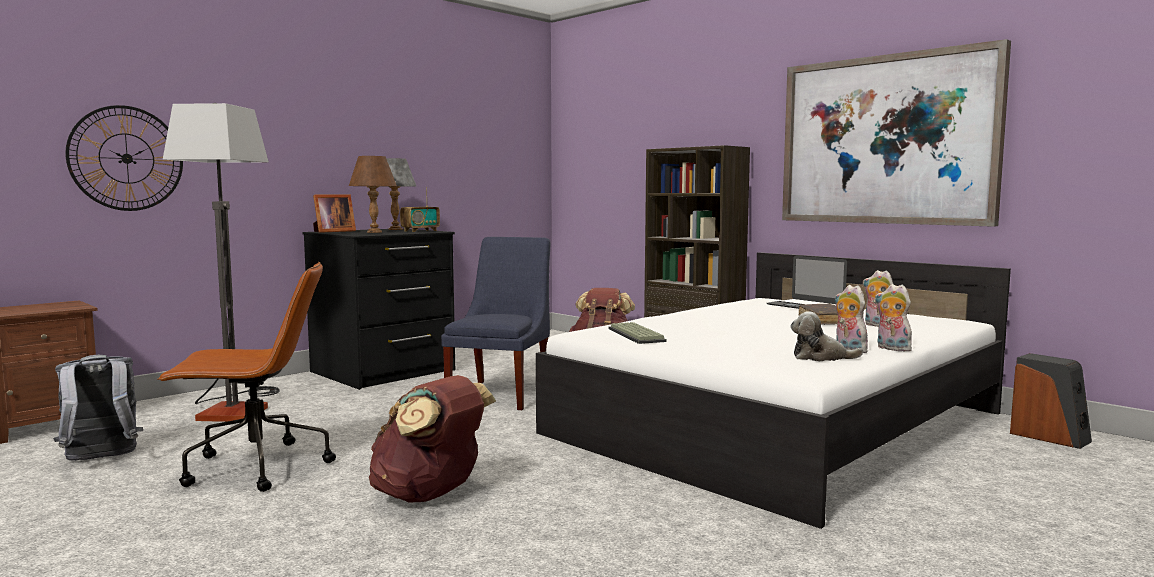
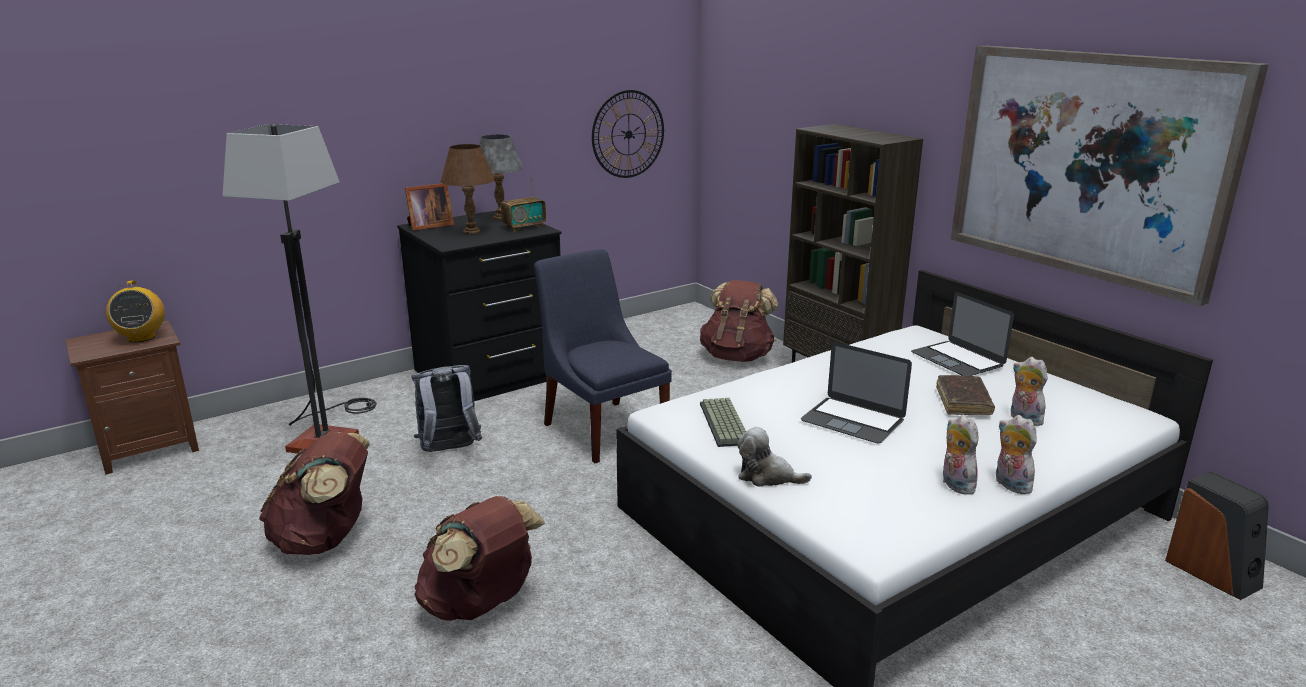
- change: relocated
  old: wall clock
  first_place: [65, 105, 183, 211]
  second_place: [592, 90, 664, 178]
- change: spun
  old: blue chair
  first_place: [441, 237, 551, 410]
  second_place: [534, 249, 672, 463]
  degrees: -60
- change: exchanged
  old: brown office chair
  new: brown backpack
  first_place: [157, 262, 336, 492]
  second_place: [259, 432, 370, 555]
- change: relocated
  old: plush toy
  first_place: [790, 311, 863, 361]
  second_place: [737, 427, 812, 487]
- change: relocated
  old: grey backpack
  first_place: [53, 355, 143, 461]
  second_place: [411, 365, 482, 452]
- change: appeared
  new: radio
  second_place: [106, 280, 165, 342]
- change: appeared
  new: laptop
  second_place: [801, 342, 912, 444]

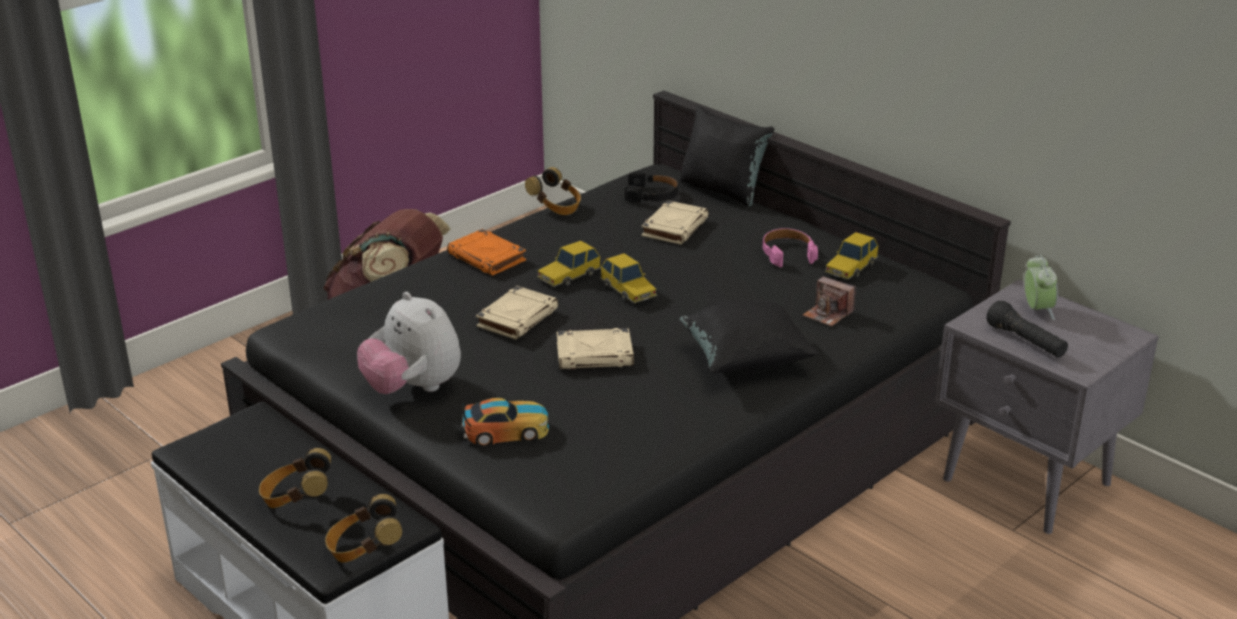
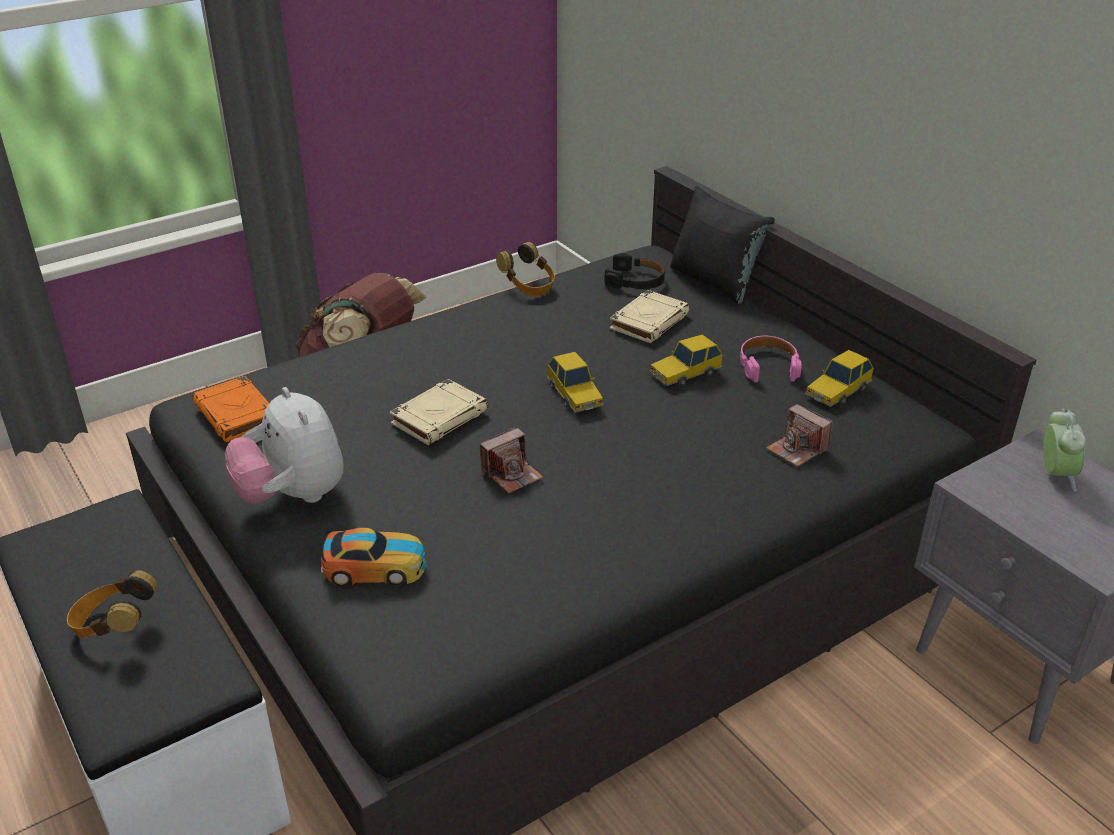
- change: relocated
  old: orange book
  first_place: [447, 229, 526, 276]
  second_place: [192, 376, 269, 442]
- change: relocated
  old: toy car
  first_place: [537, 241, 601, 287]
  second_place: [649, 334, 723, 386]
- change: missing
  old: black pillow
  first_place: [680, 300, 819, 373]
- change: missing
  old: black flashlight
  first_place: [986, 301, 1068, 358]
- change: exchanged
  old: beige book
  new: photo camera
  first_place: [557, 328, 634, 369]
  second_place: [480, 427, 543, 493]
- change: missing
  old: headphones
  first_place: [325, 494, 402, 562]

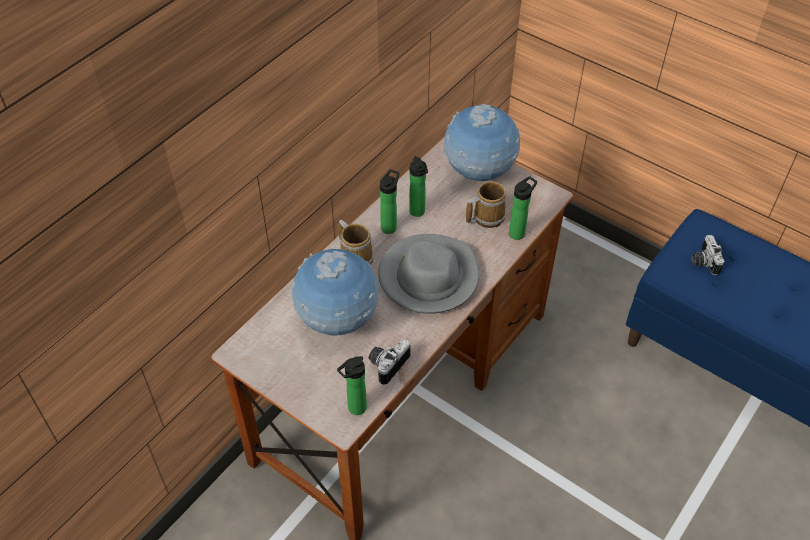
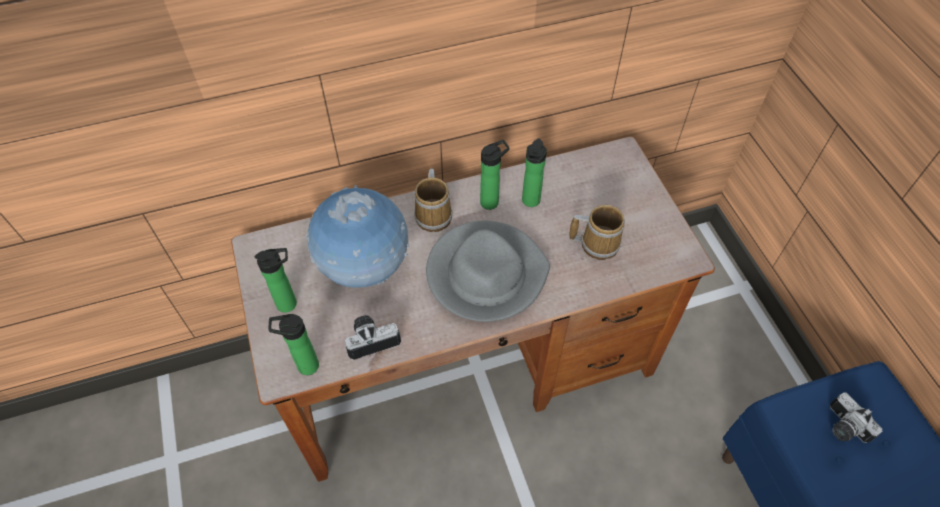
- change: missing
  old: globe
  first_place: [444, 104, 520, 181]
- change: relocated
  old: bottle
  first_place: [509, 176, 537, 240]
  second_place: [254, 248, 297, 313]
- change: spun
  old: photo camera
  first_place: [692, 235, 725, 275]
  second_place: [830, 392, 882, 443]
  degrees: -60

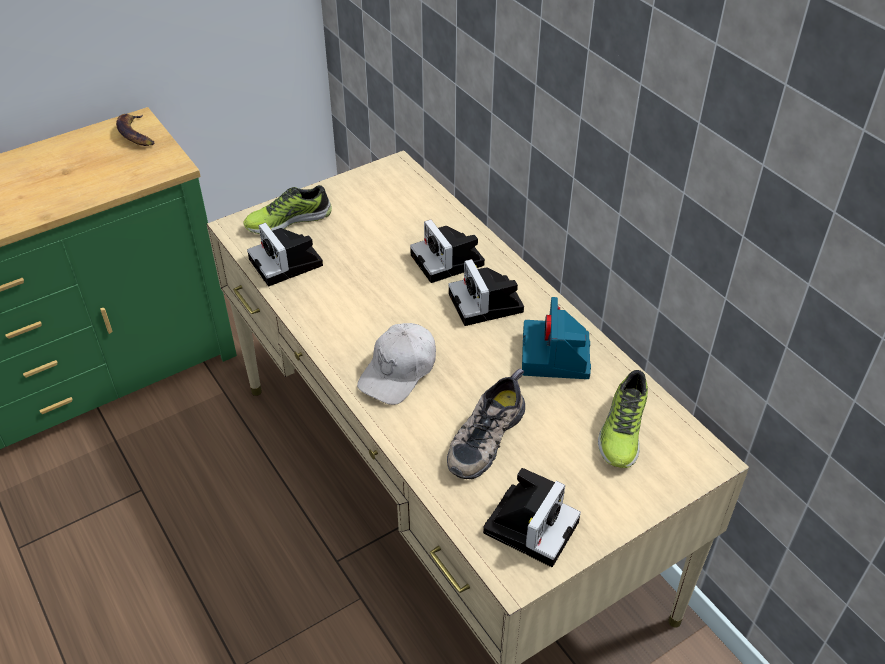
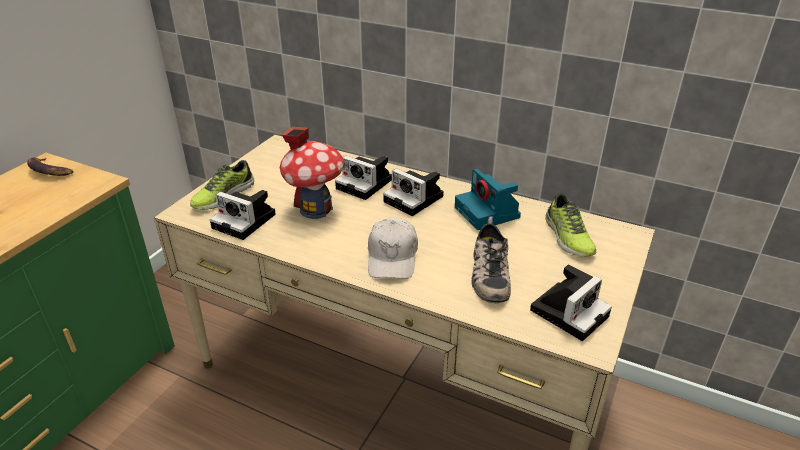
- change: spun
  old: photo camera
  first_place: [483, 468, 581, 567]
  second_place: [530, 264, 612, 341]
  degrees: 45
- change: appeared
  new: toy house
  second_place: [280, 127, 344, 219]

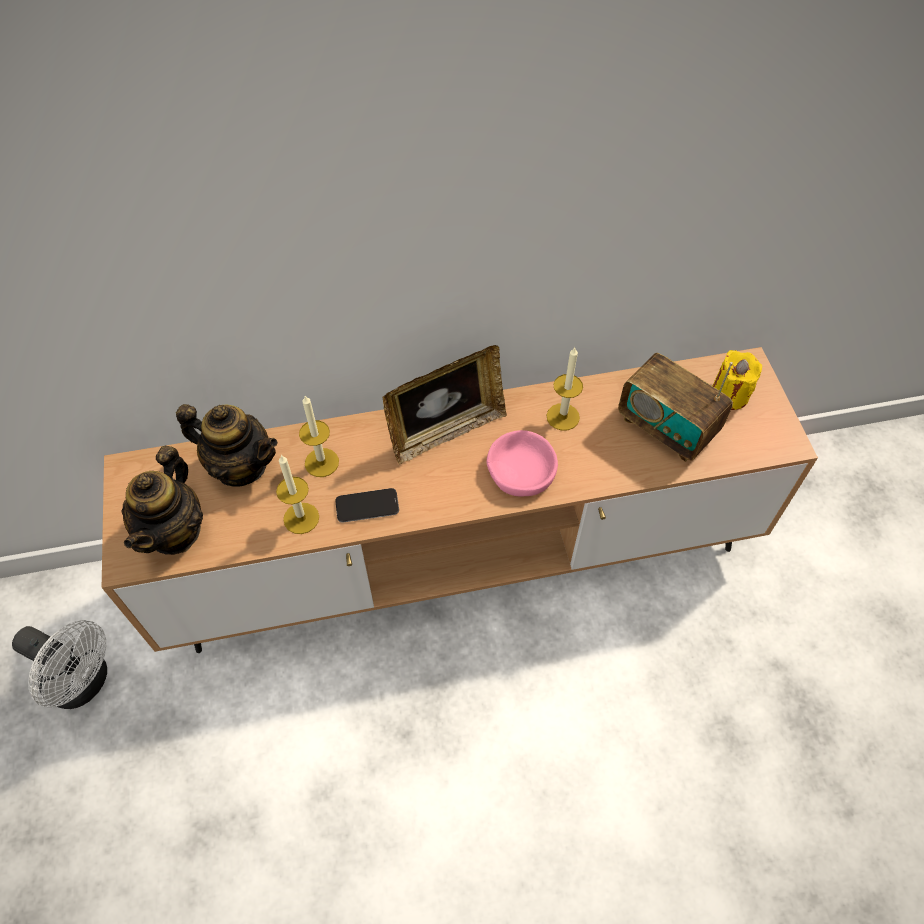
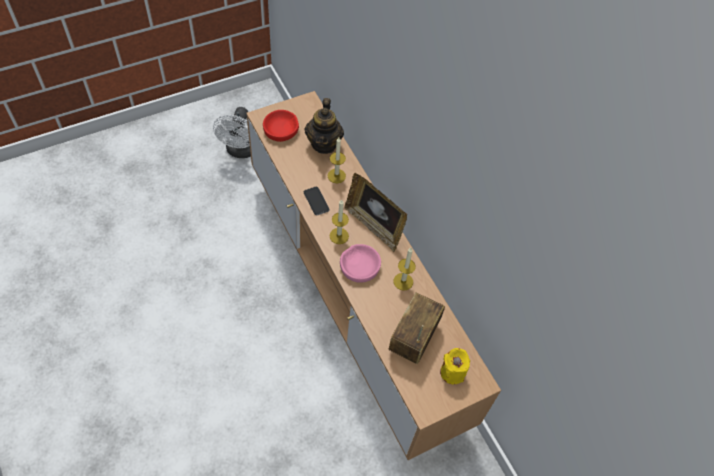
- change: exchanged
  old: teapot
  new: red bowl
  first_place: [121, 446, 203, 555]
  second_place: [263, 110, 299, 142]
- change: relocated
  old: candle
  first_place: [276, 455, 319, 534]
  second_place: [329, 200, 349, 244]

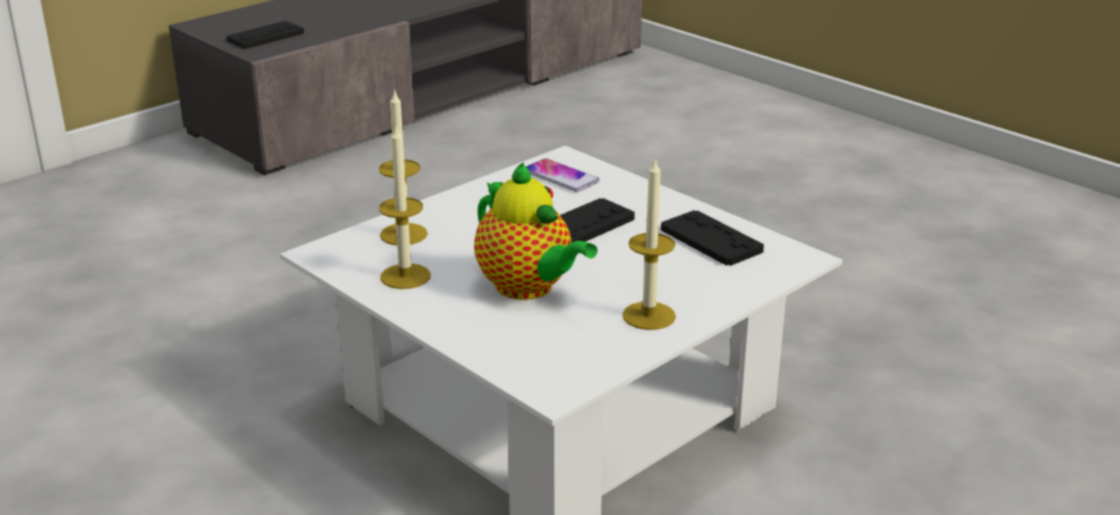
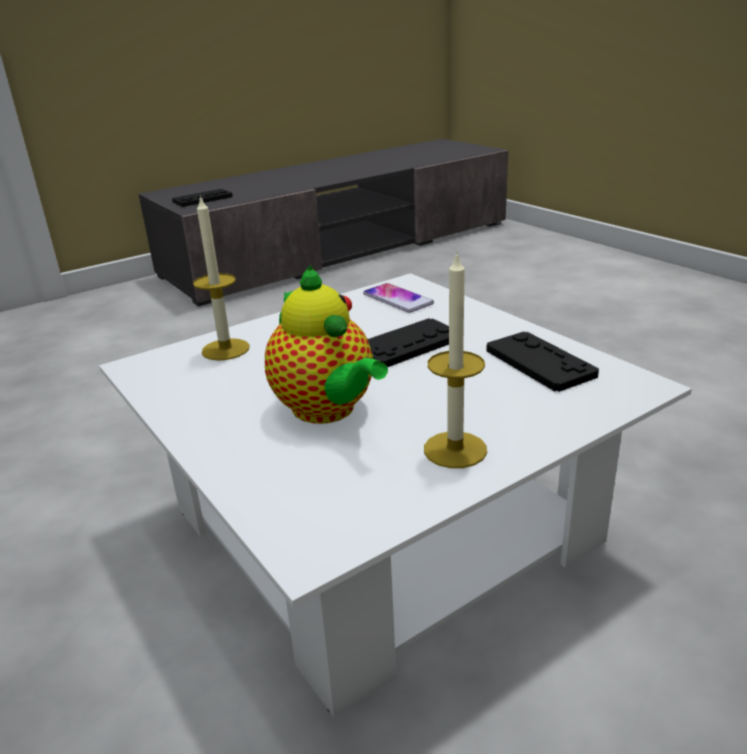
- change: missing
  old: candle
  first_place: [379, 126, 431, 289]

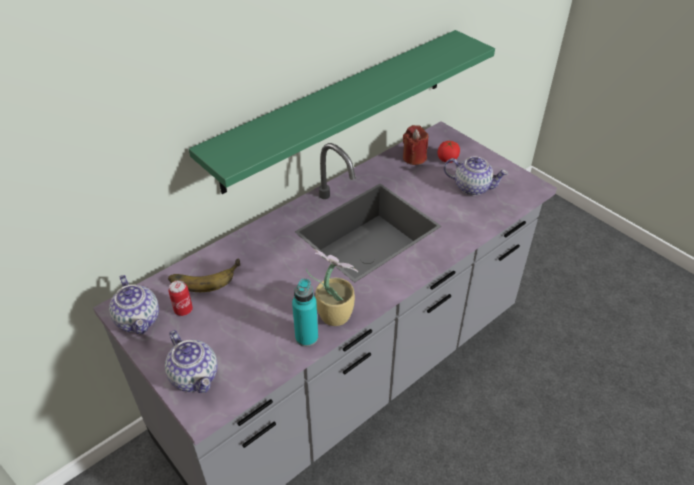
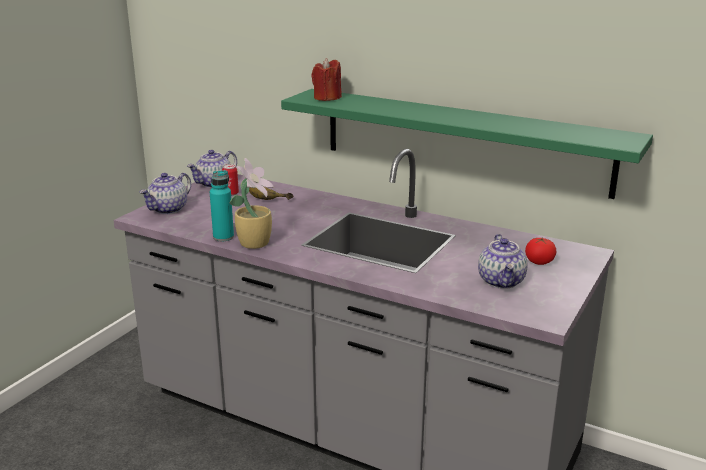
- change: relocated
  old: red candle
  first_place: [403, 125, 428, 165]
  second_place: [311, 58, 342, 101]

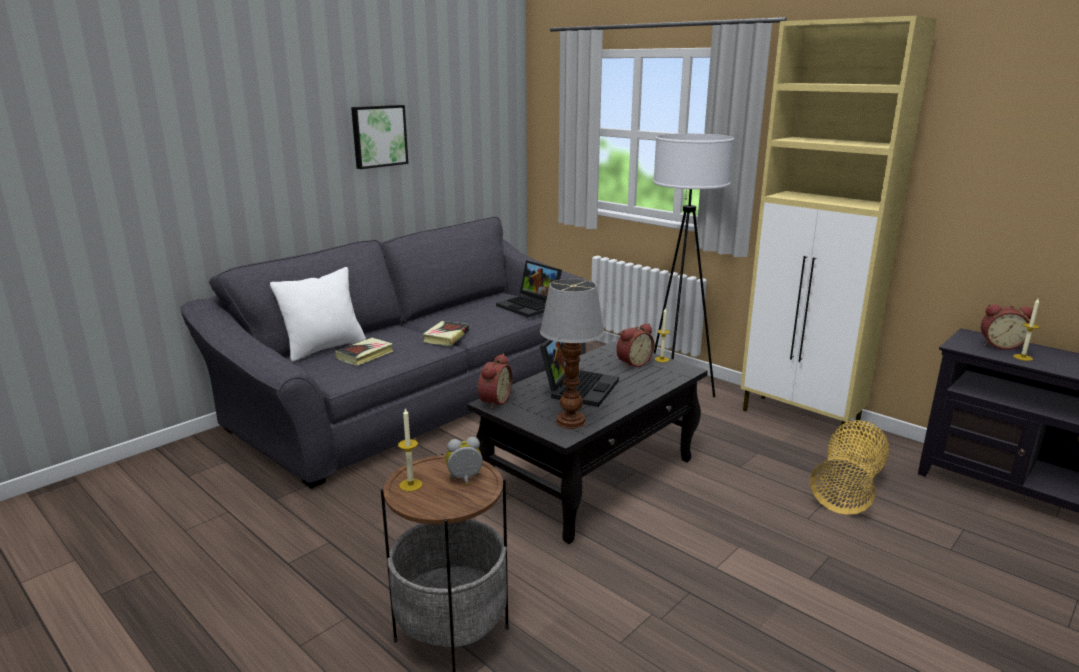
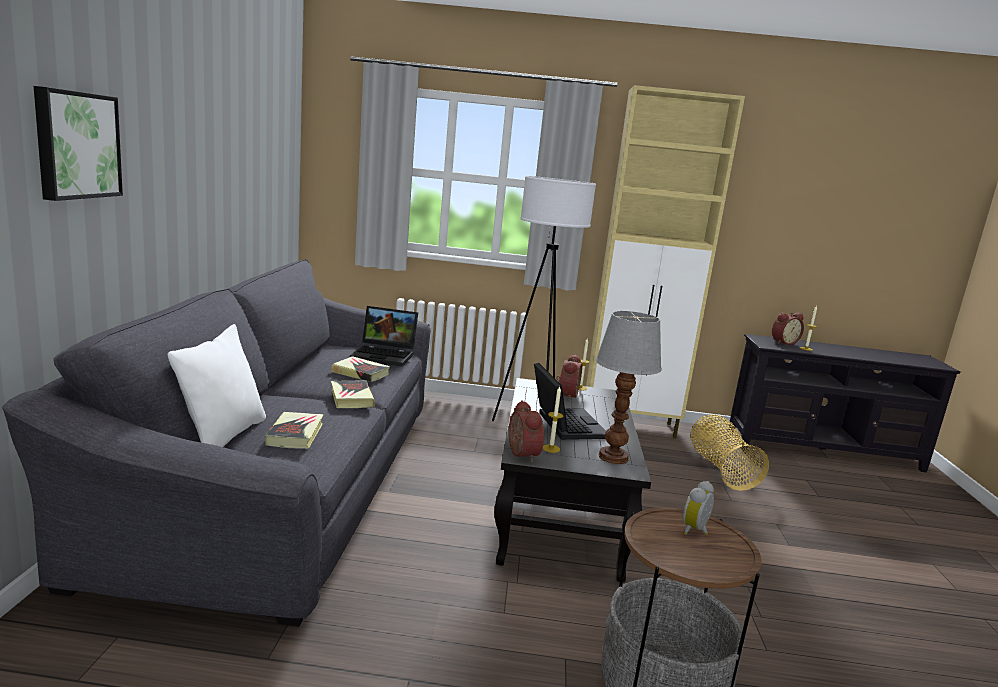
- change: relocated
  old: picture
  first_place: [351, 105, 408, 169]
  second_place: [34, 86, 123, 201]
- change: relocated
  old: candle
  first_place: [398, 408, 423, 491]
  second_place: [543, 386, 563, 453]
- change: appeared
  new: book
  second_place: [331, 356, 390, 382]

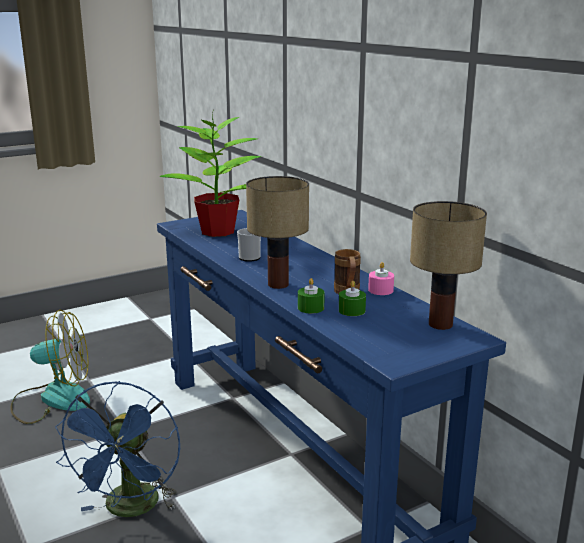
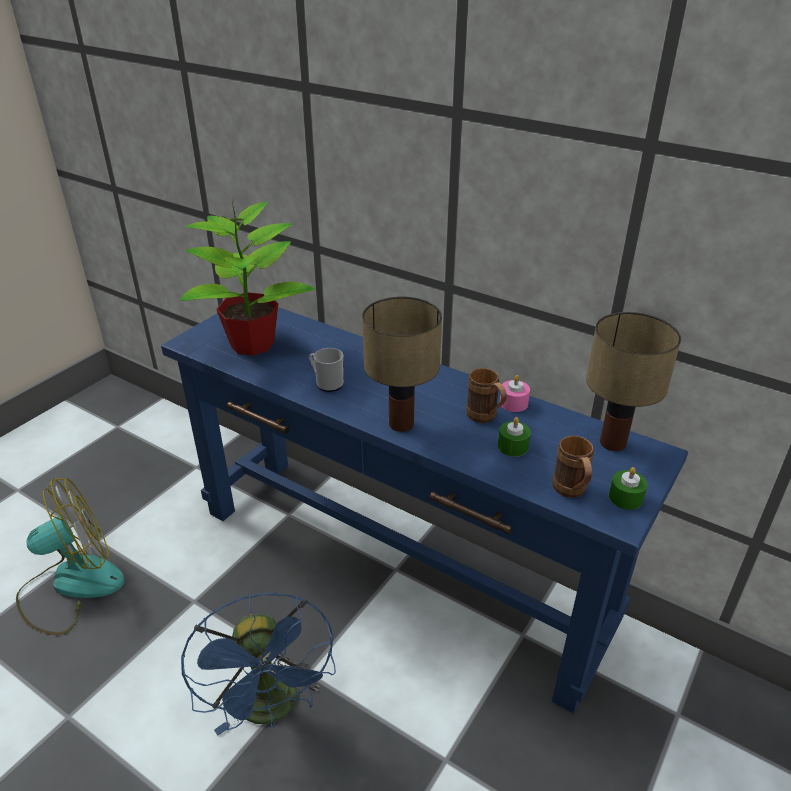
- change: relocated
  old: green candle
  first_place: [298, 278, 325, 314]
  second_place: [609, 467, 648, 510]
- change: appeared
  new: brown mug
  second_place: [553, 435, 594, 498]

